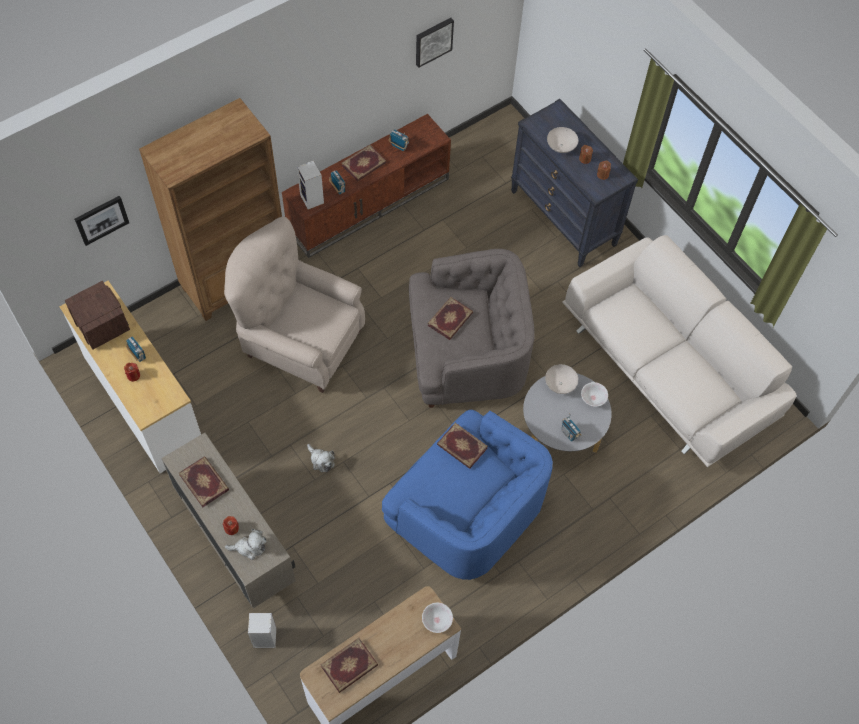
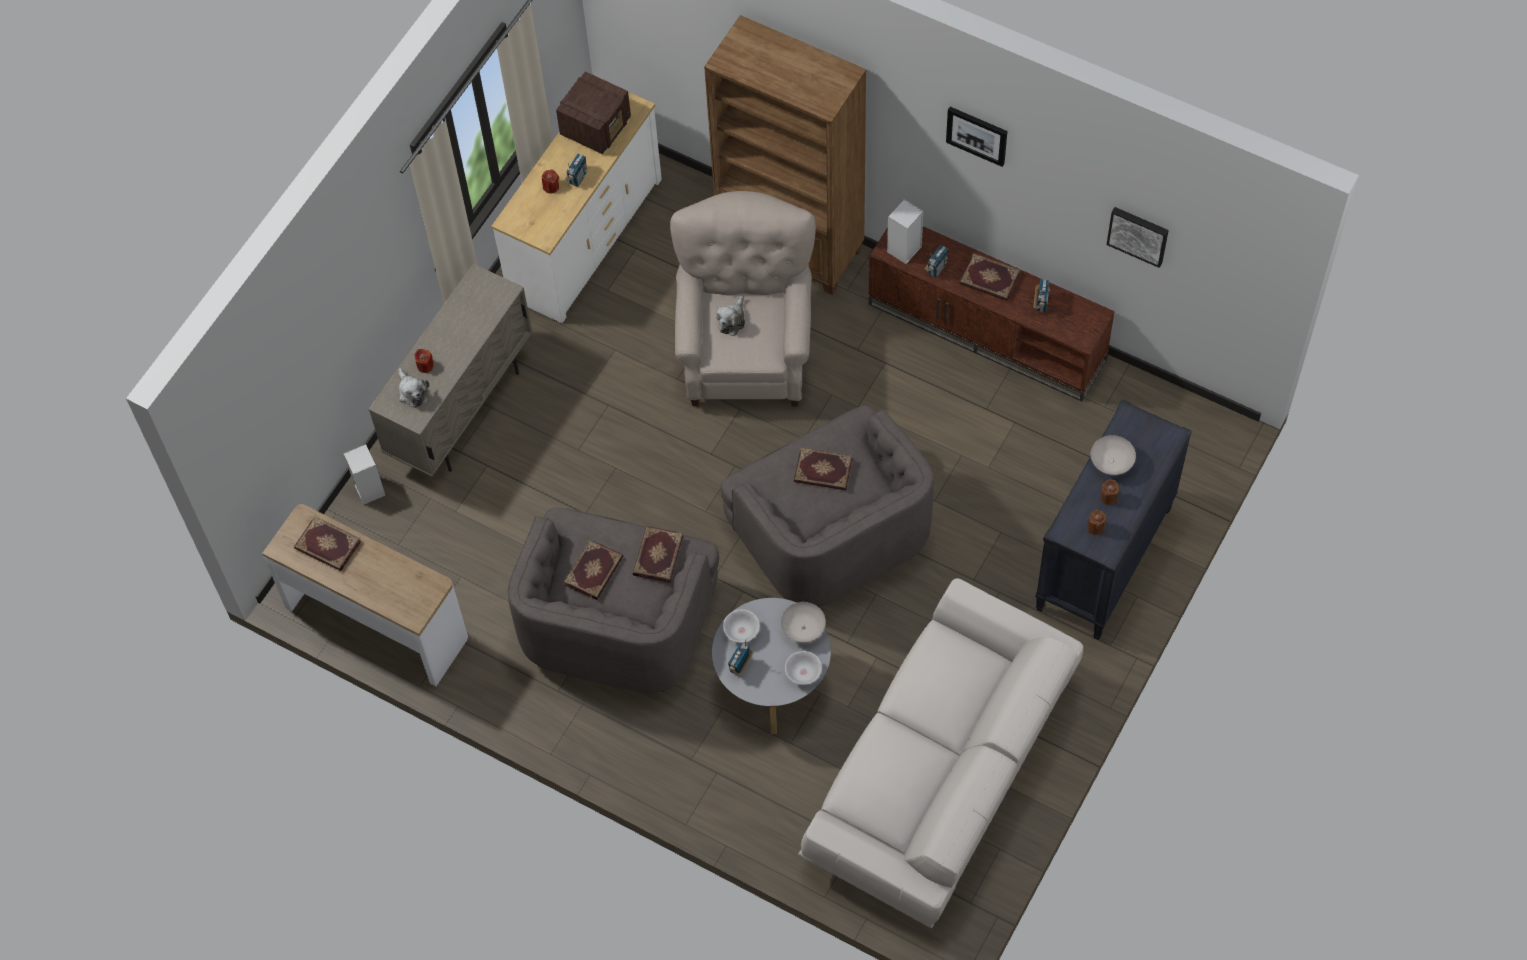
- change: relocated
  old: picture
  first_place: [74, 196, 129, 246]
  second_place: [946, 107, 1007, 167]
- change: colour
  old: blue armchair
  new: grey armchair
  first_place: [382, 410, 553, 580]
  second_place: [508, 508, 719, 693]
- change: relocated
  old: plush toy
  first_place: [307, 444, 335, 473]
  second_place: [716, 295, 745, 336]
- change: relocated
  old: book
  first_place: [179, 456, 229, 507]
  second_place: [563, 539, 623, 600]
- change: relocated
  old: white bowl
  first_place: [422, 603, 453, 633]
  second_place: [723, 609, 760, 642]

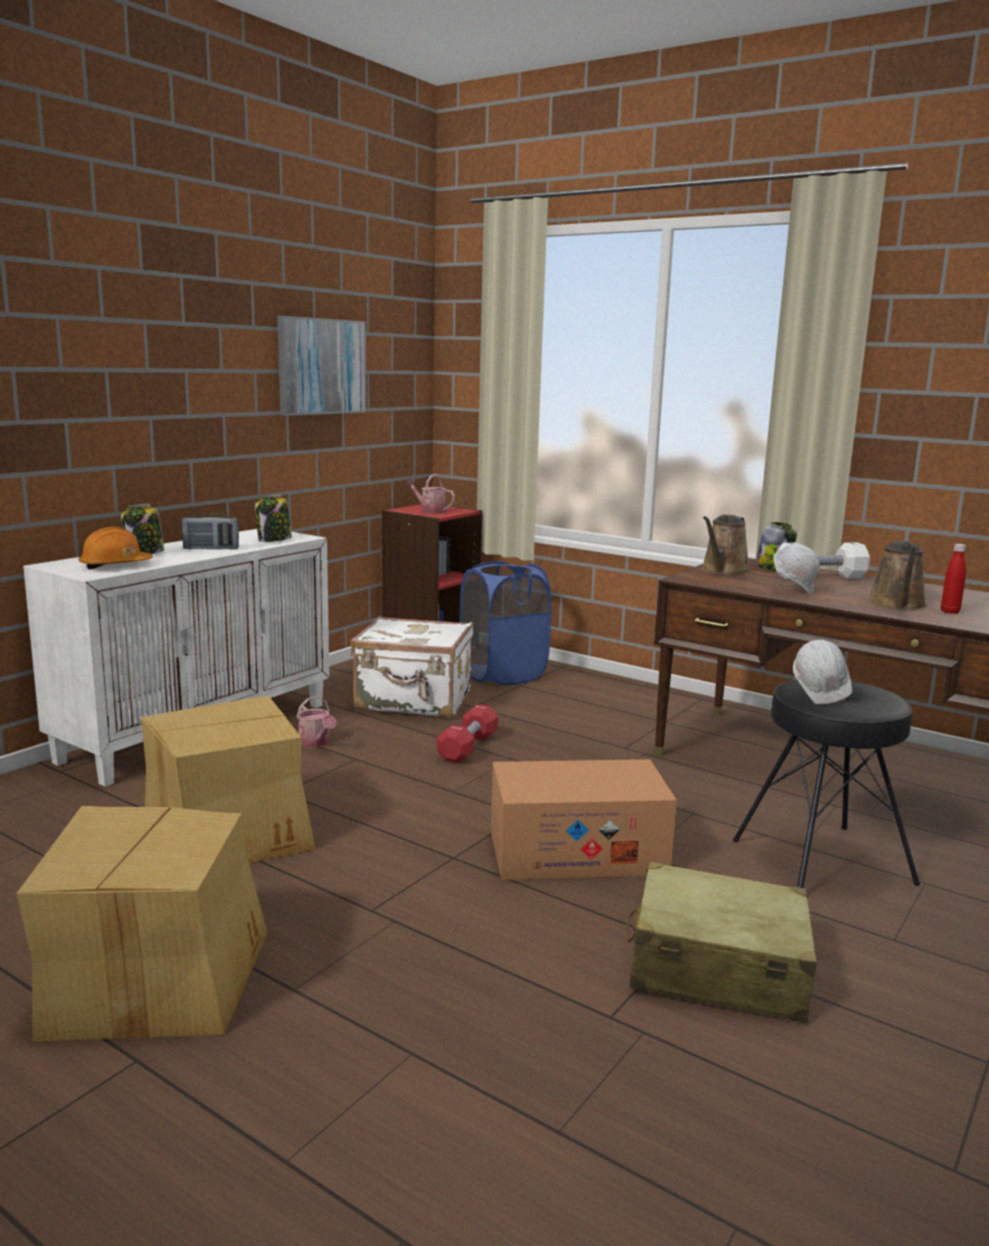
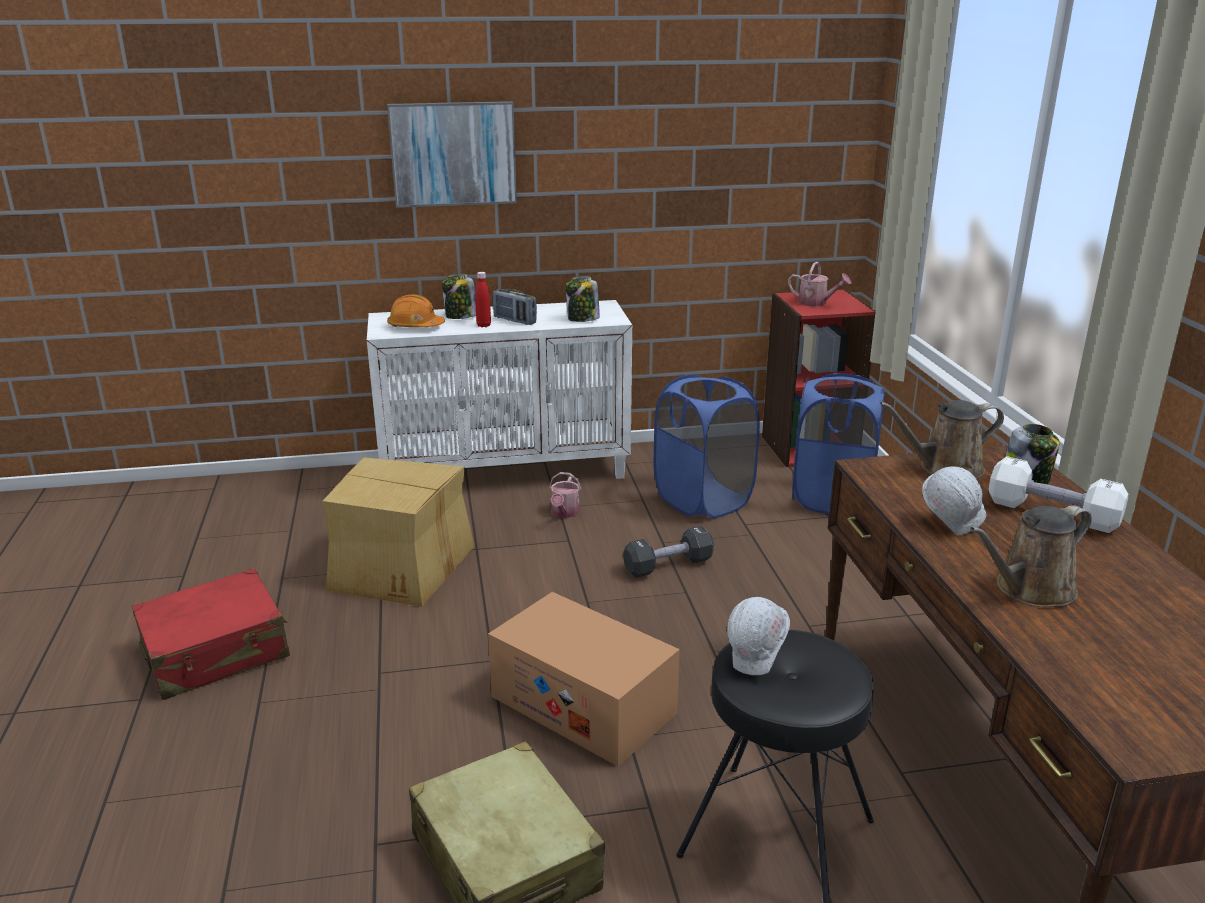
- change: relocated
  old: picture
  first_place: [277, 316, 366, 416]
  second_place: [387, 101, 517, 208]
- change: spun
  old: watering can
  first_place: [405, 474, 455, 514]
  second_place: [788, 262, 851, 307]
  degrees: 135
- change: relocated
  old: red bottle
  first_place: [941, 544, 966, 614]
  second_place: [475, 272, 491, 327]
- change: exchanged
  old: white suitcase
  new: blue laundry basket
  first_place: [351, 616, 473, 718]
  second_place: [654, 374, 760, 518]
- change: colour
  old: red dumbbell
  new: black dumbbell
  first_place: [437, 704, 498, 763]
  second_place: [623, 526, 714, 578]
- change: exchanged
  old: cardboard box
  new: red suitcase
  first_place: [17, 806, 267, 1042]
  second_place: [132, 568, 290, 700]

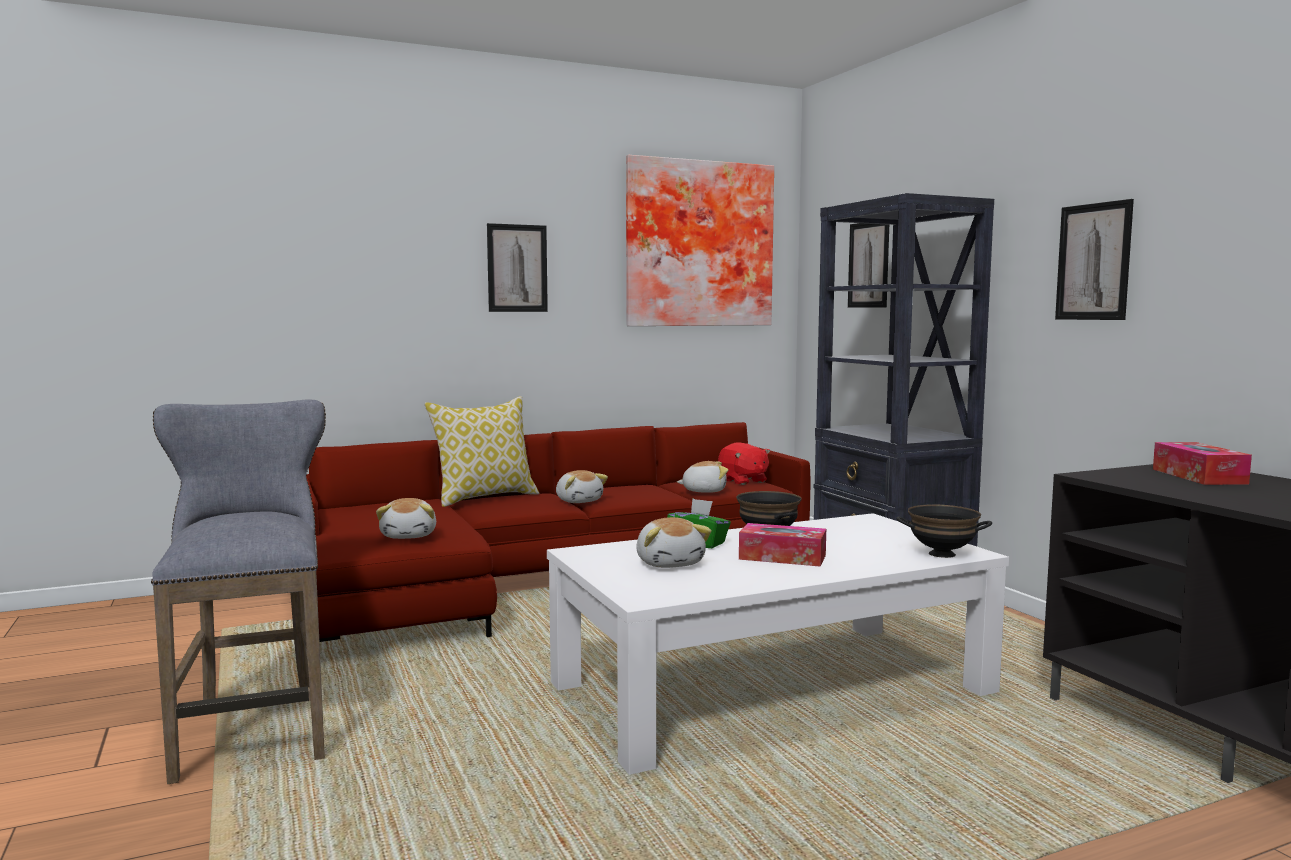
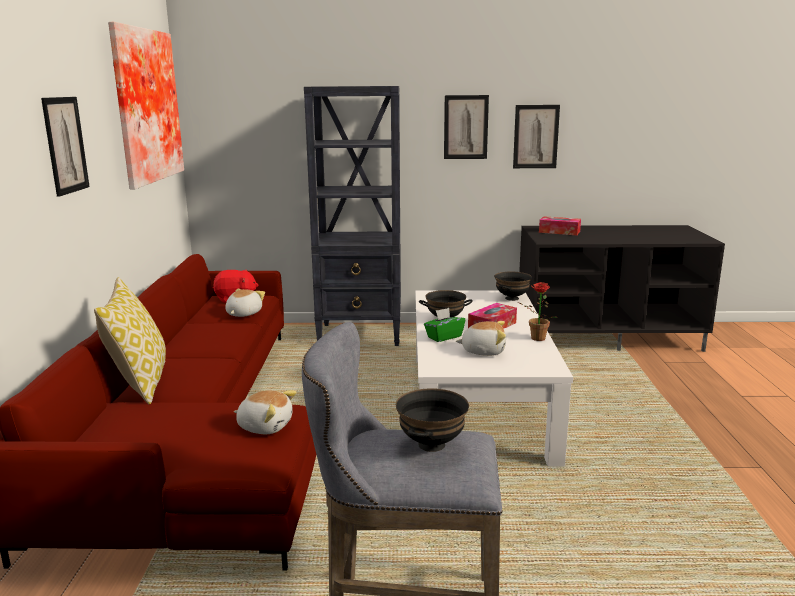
- change: relocated
  old: picture
  first_place: [848, 223, 889, 308]
  second_place: [513, 105, 560, 168]
- change: missing
  old: plush toy
  first_place: [556, 470, 608, 503]
- change: appeared
  new: potted plant
  second_place: [517, 282, 558, 341]
- change: appeared
  new: black bowl
  second_place: [396, 388, 469, 452]

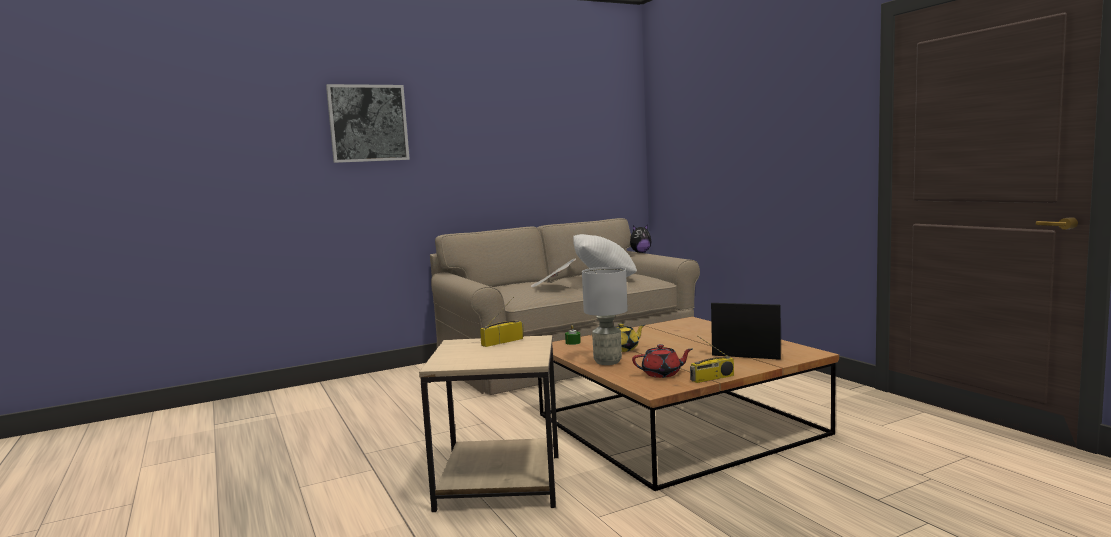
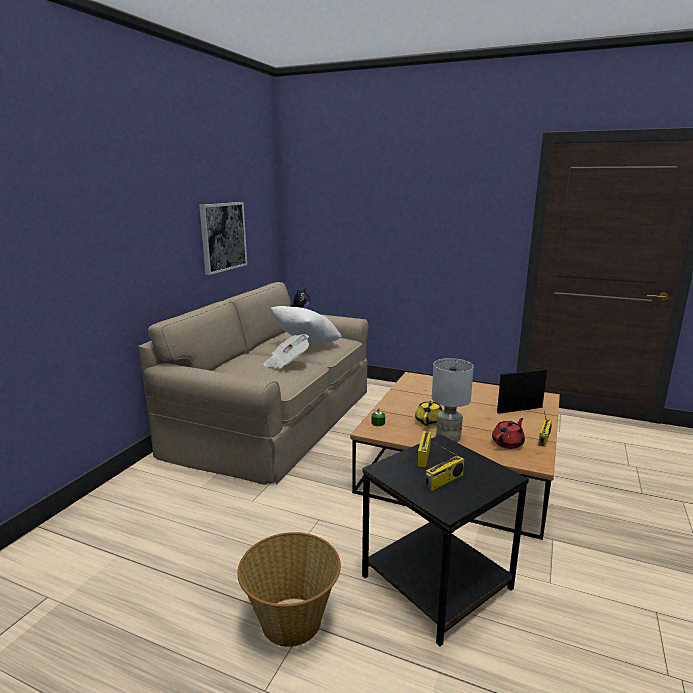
- change: relocated
  old: picture
  first_place: [326, 84, 410, 163]
  second_place: [199, 202, 247, 275]
- change: colour
  old: beige side table
  new: black side table
  first_place: [419, 335, 559, 512]
  second_place: [362, 435, 529, 646]
- change: appeared
  new: radio
  second_place: [425, 442, 464, 491]
- change: appeared
  new: basket
  second_place: [237, 532, 341, 647]

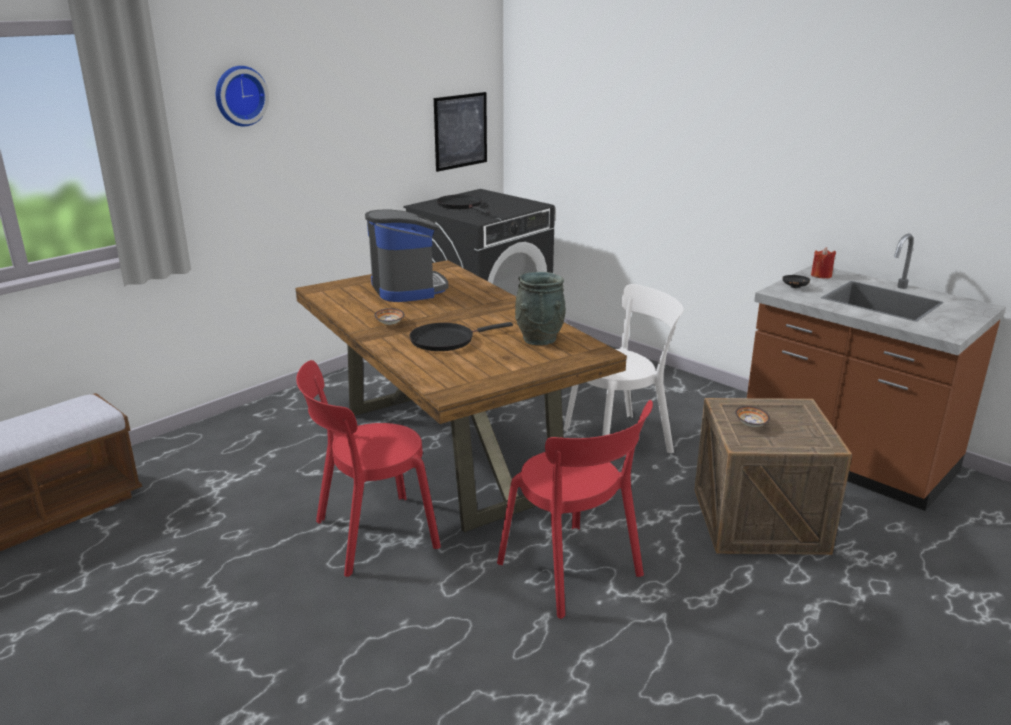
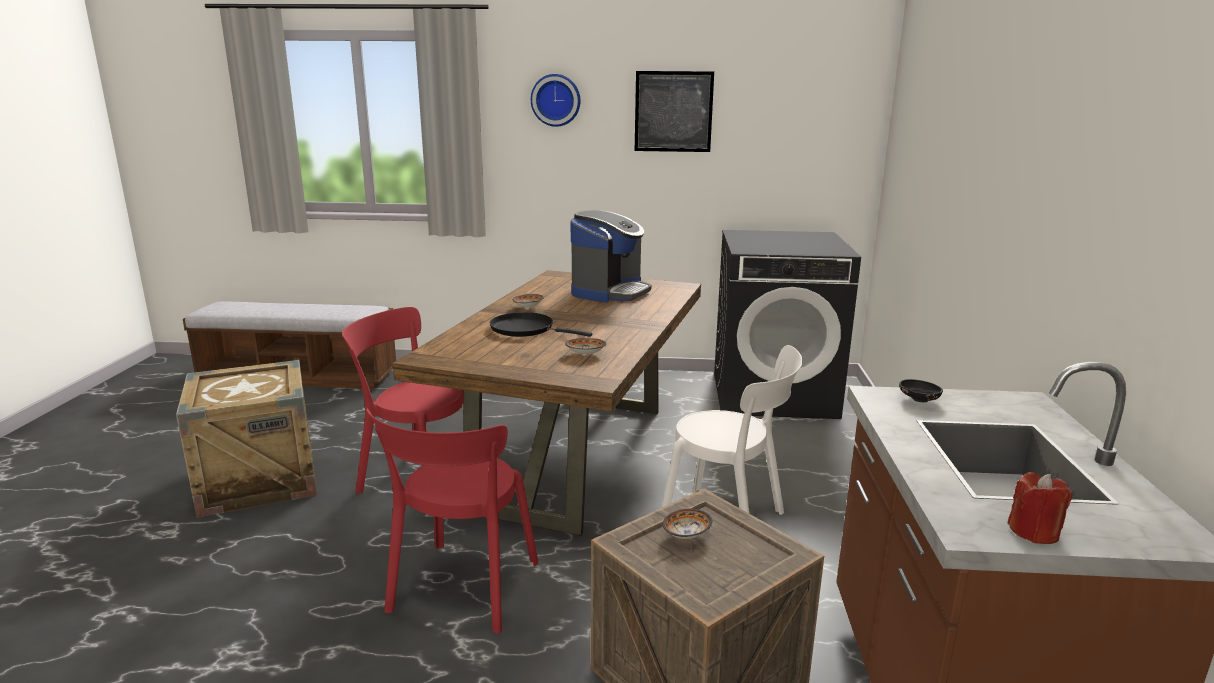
- change: relocated
  old: picture
  first_place: [434, 92, 487, 172]
  second_place: [635, 71, 714, 152]
- change: missing
  old: black frying pan
  first_place: [437, 195, 490, 214]
- change: relocated
  old: red candle
  first_place: [811, 247, 836, 279]
  second_place: [1007, 472, 1072, 544]
- change: exchanged
  old: grey vase
  new: bowl
  first_place: [515, 272, 566, 345]
  second_place: [565, 338, 607, 355]
- change: appeared
  new: crate
  second_place: [176, 360, 317, 517]

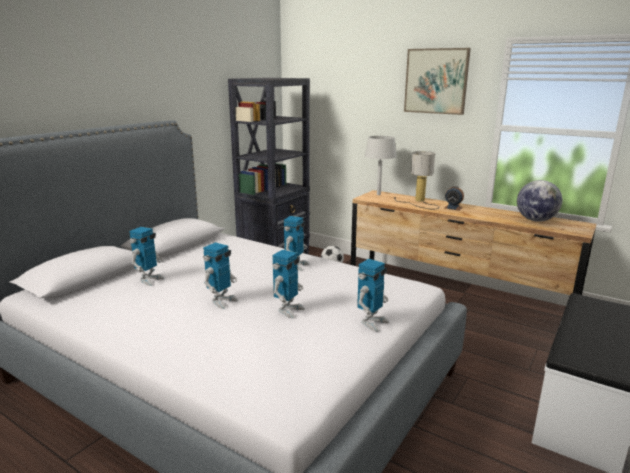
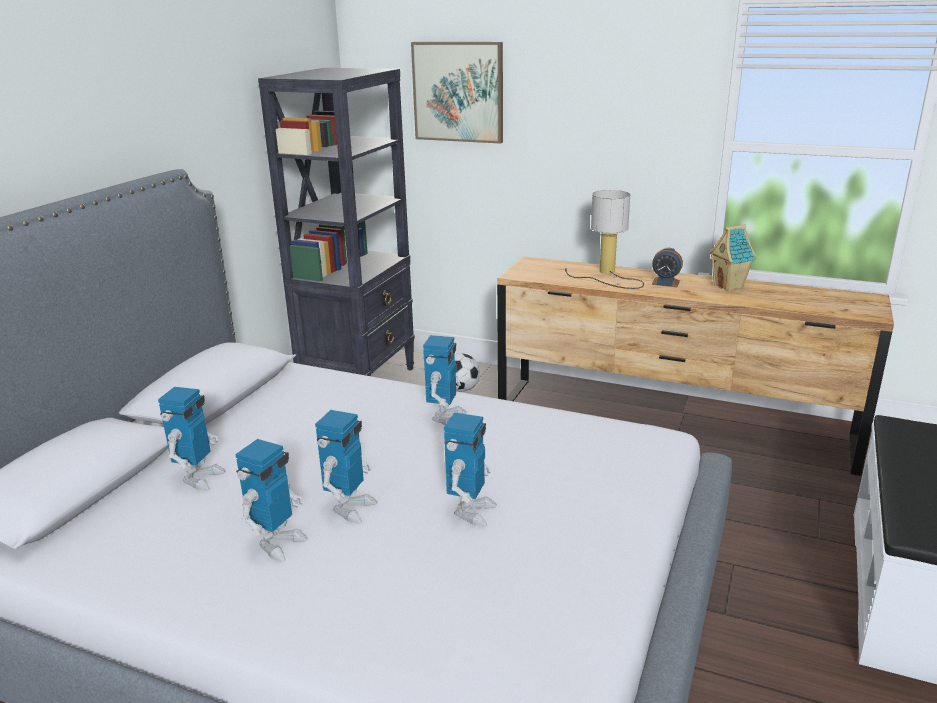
- change: relocated
  old: picture
  first_place: [404, 48, 471, 115]
  second_place: [411, 42, 503, 144]
- change: missing
  old: grey table lamp
  first_place: [365, 136, 397, 195]
- change: missing
  old: globe
  first_place: [517, 180, 562, 222]
- change: relocated
  old: toy robot
  first_place: [357, 259, 389, 332]
  second_place: [235, 439, 308, 562]
- change: appeared
  new: toy house
  second_place: [709, 224, 756, 291]

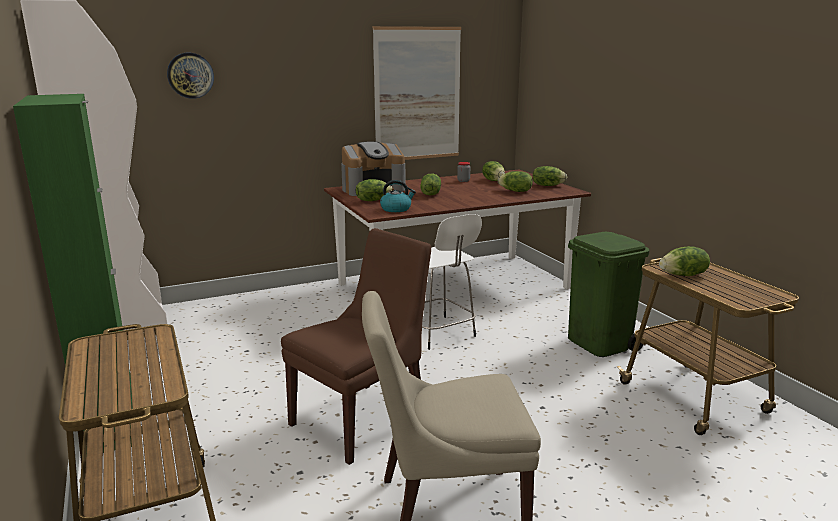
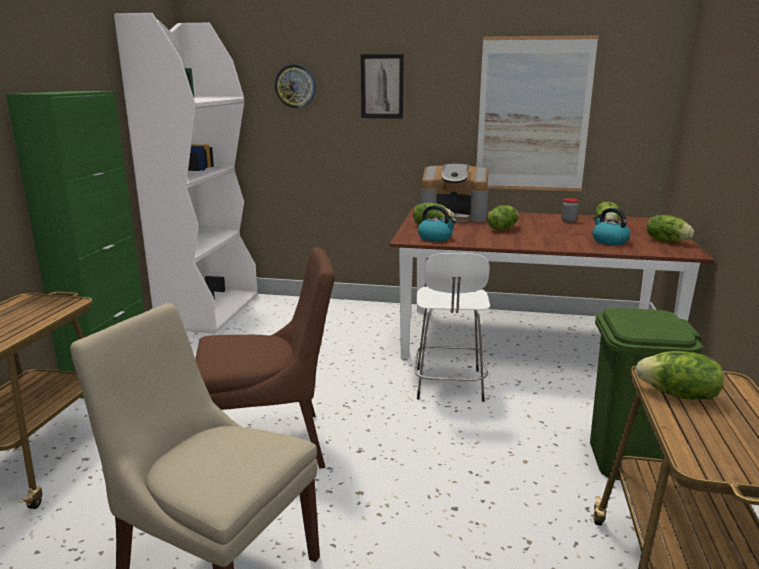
- change: exchanged
  old: lettuce
  new: kettle
  first_place: [498, 171, 533, 192]
  second_place: [592, 208, 630, 245]
- change: appeared
  new: picture
  second_place: [361, 54, 404, 119]

